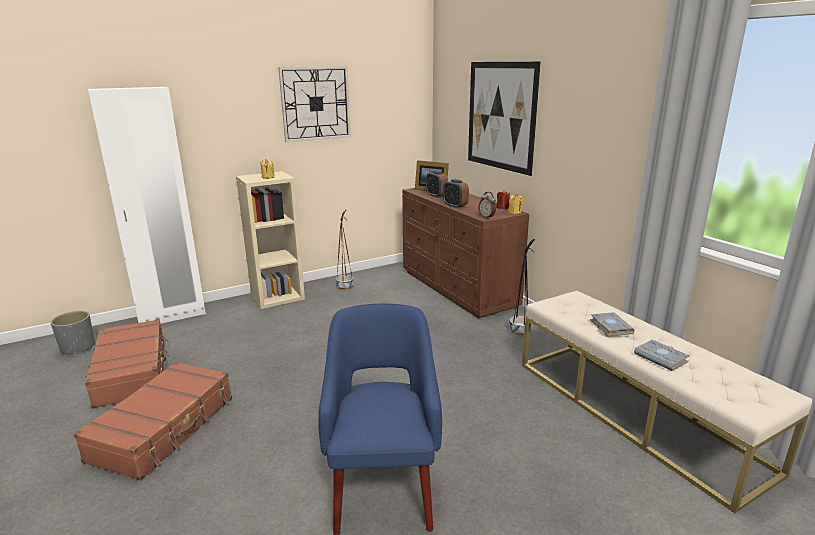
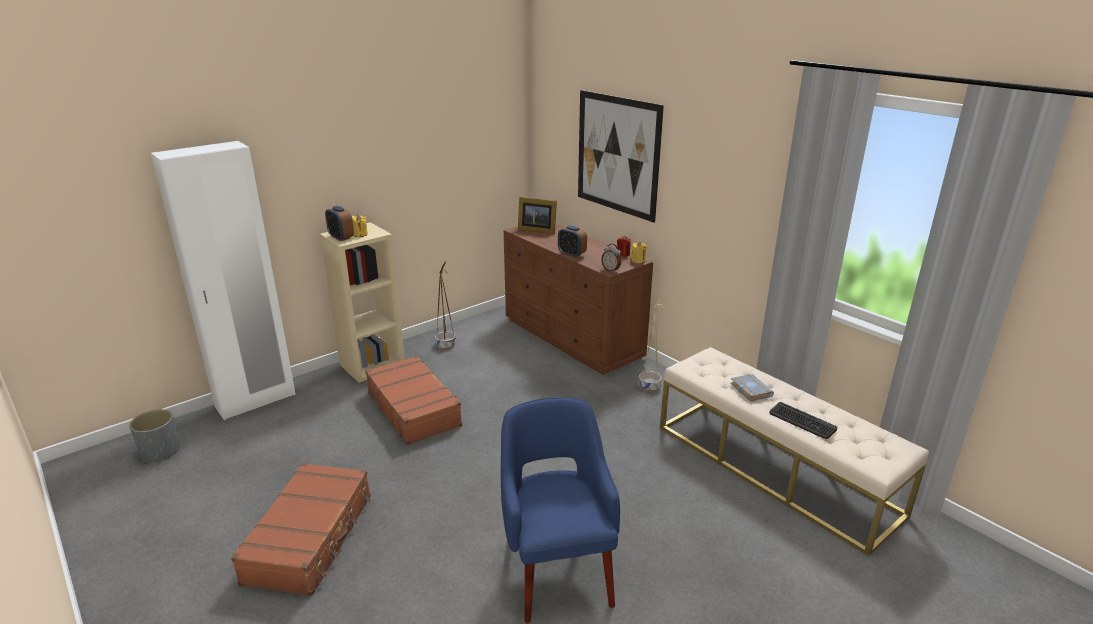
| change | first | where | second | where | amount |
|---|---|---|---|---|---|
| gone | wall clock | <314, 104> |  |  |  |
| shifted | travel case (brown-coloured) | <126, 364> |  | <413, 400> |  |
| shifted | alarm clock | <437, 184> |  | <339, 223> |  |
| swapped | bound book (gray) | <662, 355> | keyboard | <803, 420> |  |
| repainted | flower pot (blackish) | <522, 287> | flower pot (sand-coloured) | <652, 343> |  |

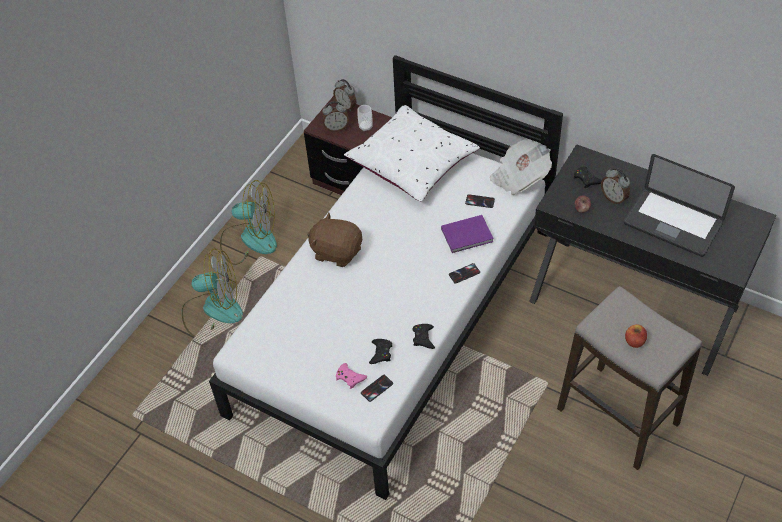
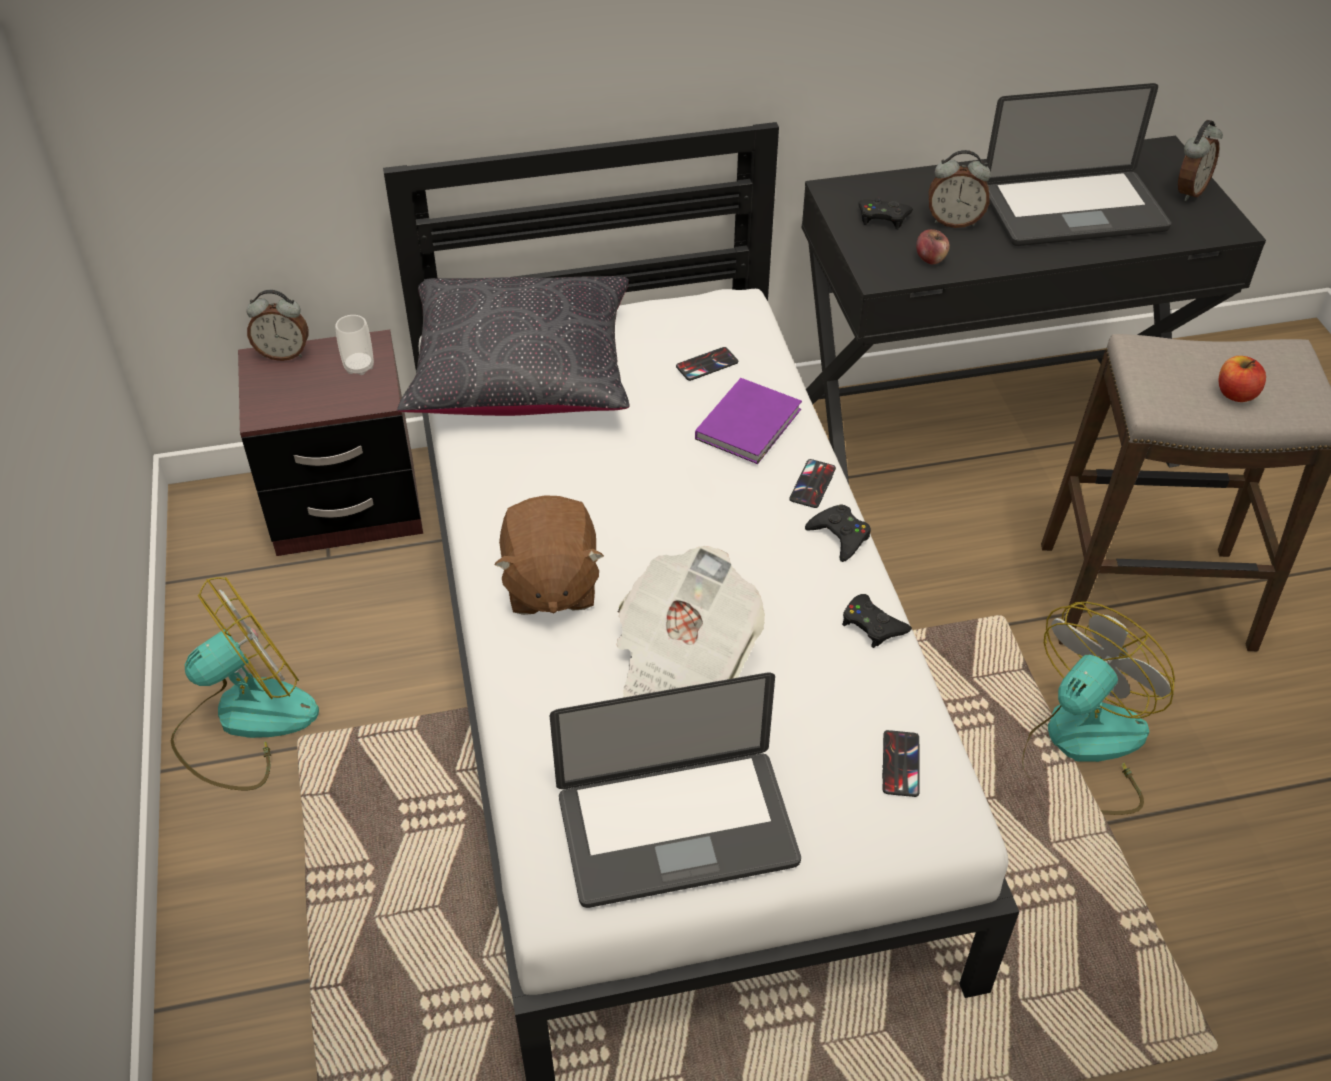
| change | first | where | second | where | amount |
|---|---|---|---|---|---|
| gone | game controller (pink) | <351, 376> |  |  |  |
| new |  |  | notebook computer | <675, 790> |  |
| shifted | cooling fan | <212, 292> |  | <1098, 708> |  |
| shifted | alarm clock | <335, 116> |  | <1200, 160> |  |
| shifted | game controller (blackish) | <380, 351> |  | <838, 533> |  |
| shifted | daily paper | <521, 166> |  | <690, 621> |  |
| repainted | pillow (white) | <412, 153> | pillow (blackish) | <513, 346> |  |
| rotated | plush toy (brown-coloured) | <334, 239> |  | <549, 555> | 75 degrees counterclockwise |

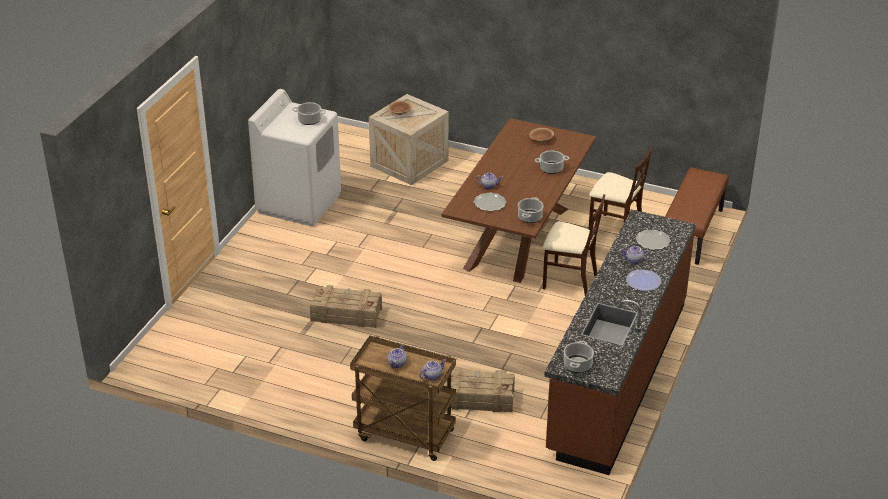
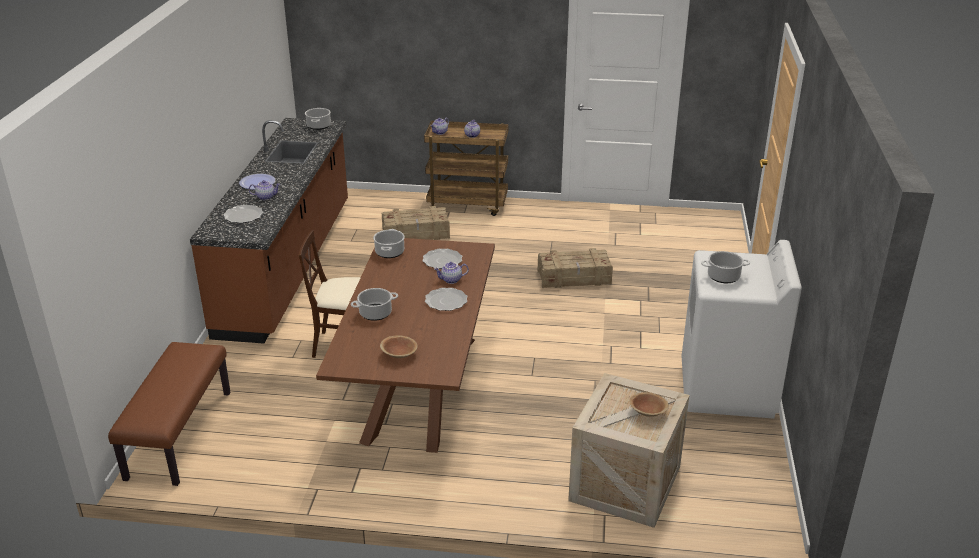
| change | first | where | second | where | amount |
|---|---|---|---|---|---|
| gone | chair (sand-coloured) | <620, 189> |  |  |  |
| new |  |  | dinner plate | <446, 299> |  |

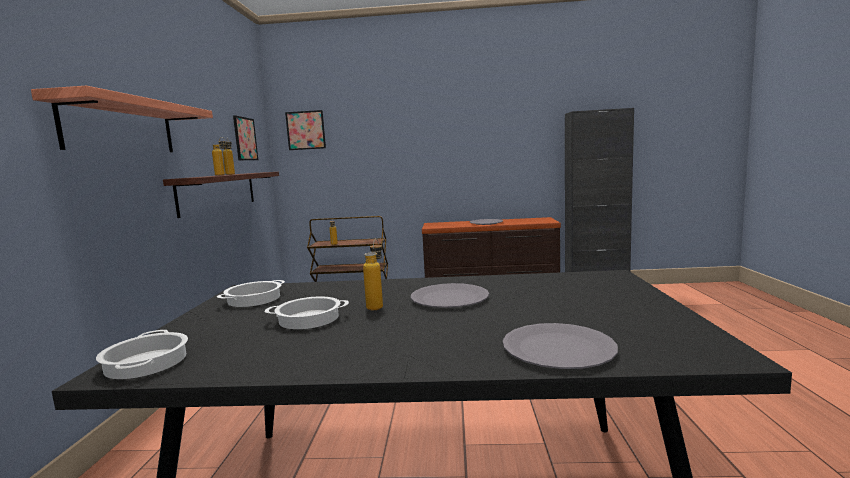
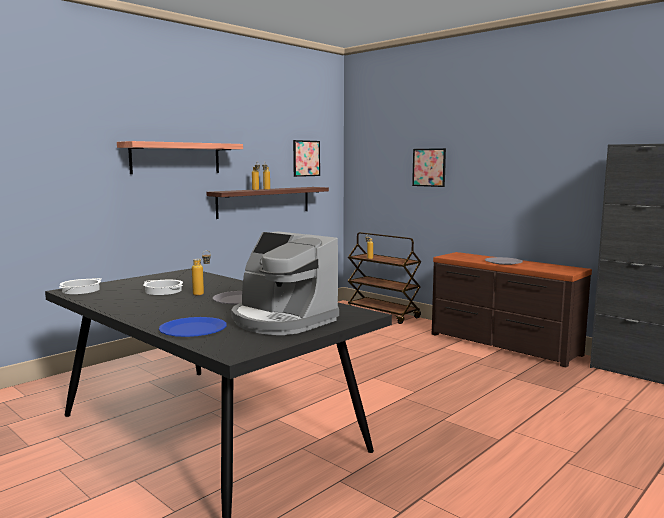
| change | first | where | second | where | amount |
|---|---|---|---|---|---|
| gone | stockpot | <251, 293> |  |  |  |
| new |  |  | coffee machine | <285, 283> |  |
| shifted | wall picture | <305, 130> |  | <429, 167> |  |
| repainted | dinner plate (gray) | <560, 346> | dinner plate (blue) | <193, 327> |  |

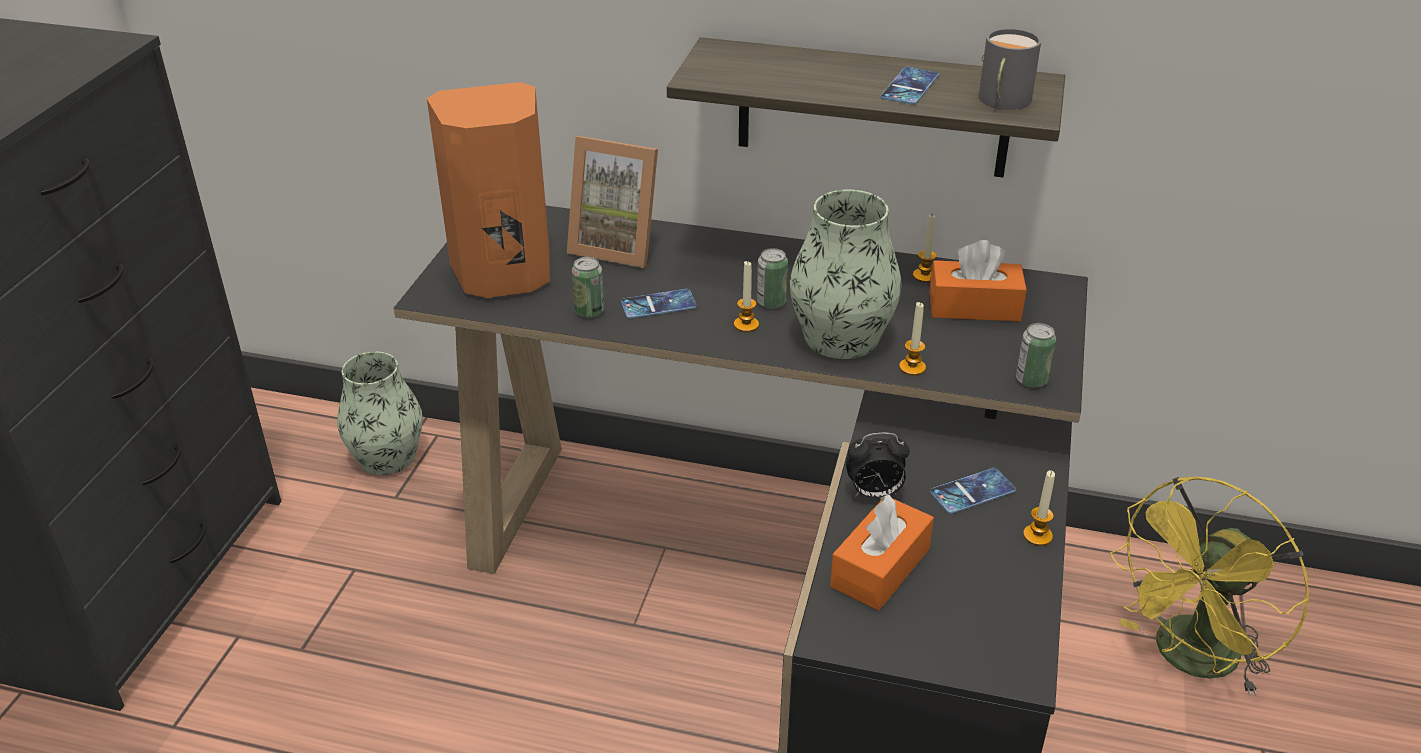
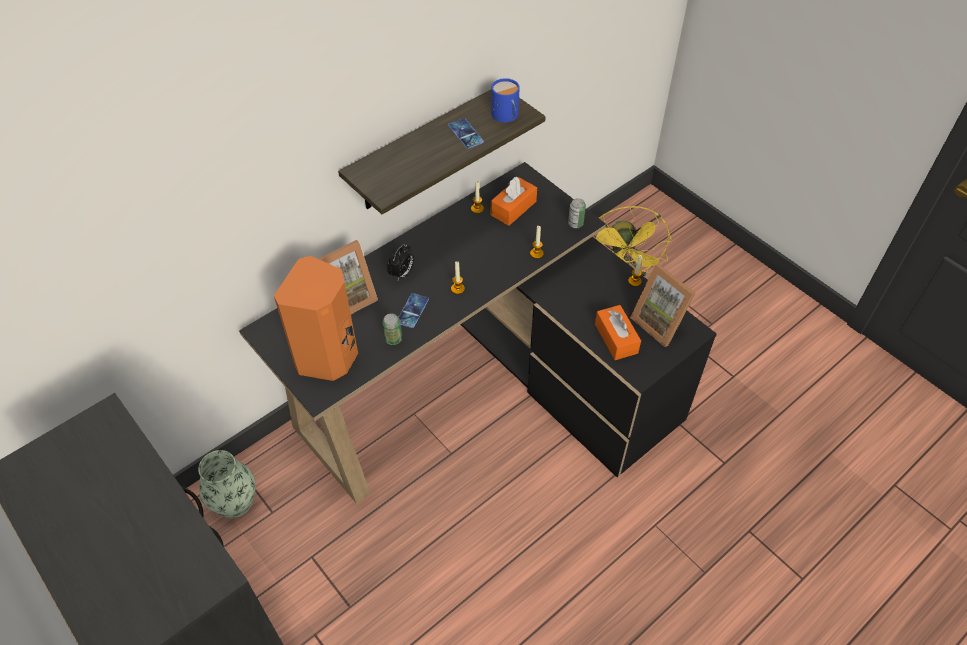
| change | first | where | second | where | amount |
|---|---|---|---|---|---|
| gone | can | <772, 278> |  |  |  |
| gone | decorative vase | <846, 274> |  |  |  |
| gone | telephone | <973, 491> |  |  |  |
| new |  |  | standing frame | <663, 305> |  |
| shifted | alarm clock | <878, 466> |  | <400, 262> |  |
| repainted | coffee mug (gray) | <1010, 69> | coffee mug (blue) | <505, 100> |  |

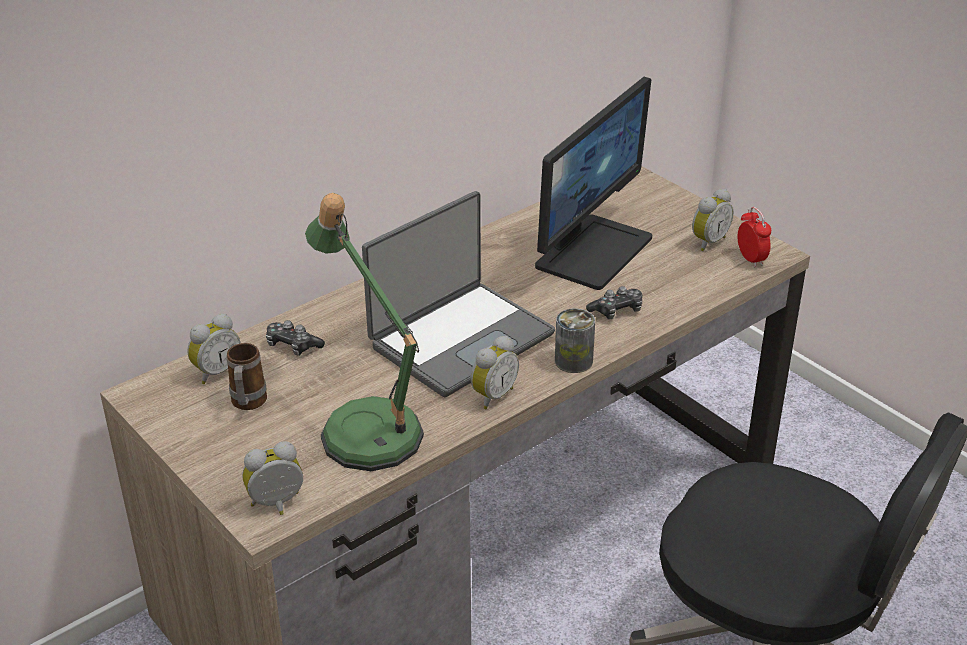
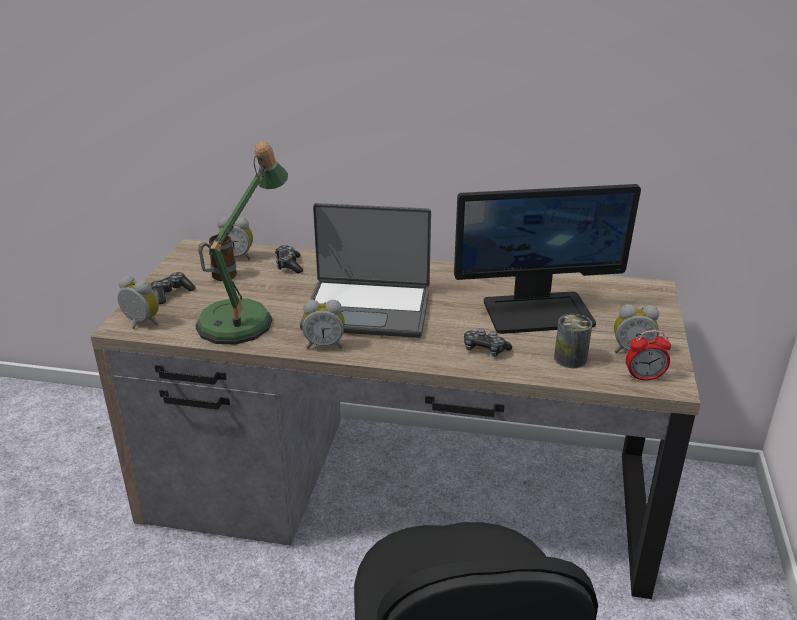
| change | first | where | second | where | amount |
|---|---|---|---|---|---|
| new |  |  | game controller | <173, 288> |  |
| shifted | can | <575, 341> |  | <573, 341> |  |
| rotated | alarm clock | <754, 237> |  | <648, 355> | 60 degrees clockwise |

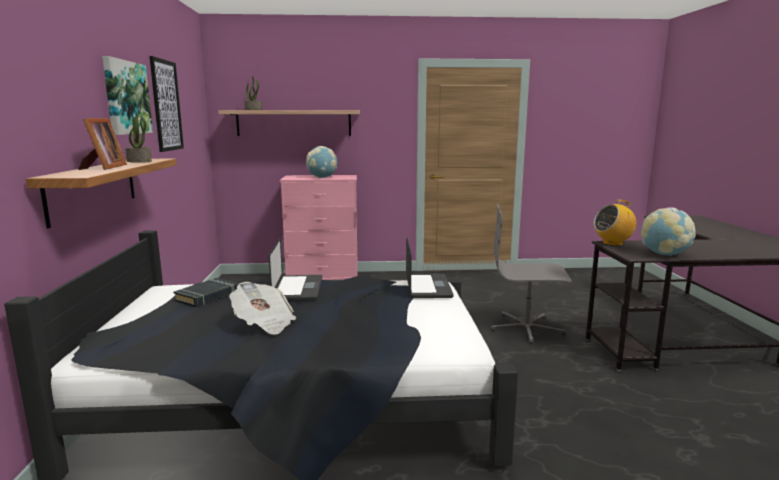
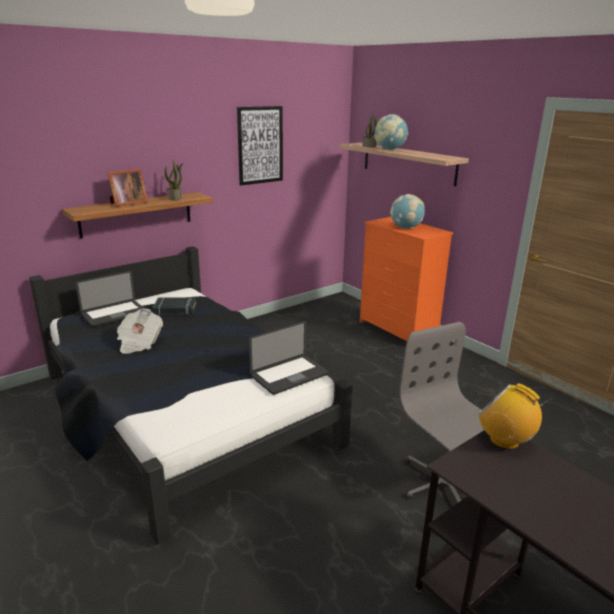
| change | first | where | second | where | amount |
|---|---|---|---|---|---|
| gone | wall picture | <127, 95> |  |  |  |
| shifted | notebook computer | <295, 269> |  | <110, 299> |  |
| shifted | world globe | <668, 231> |  | <391, 132> |  |
| repainted | dresser (pink) | <319, 227> | dresser (orange) | <406, 279> |  |

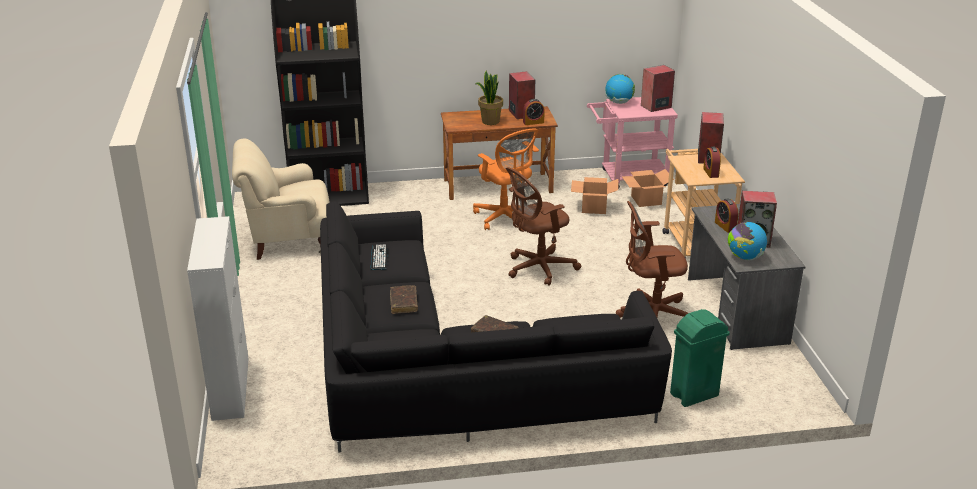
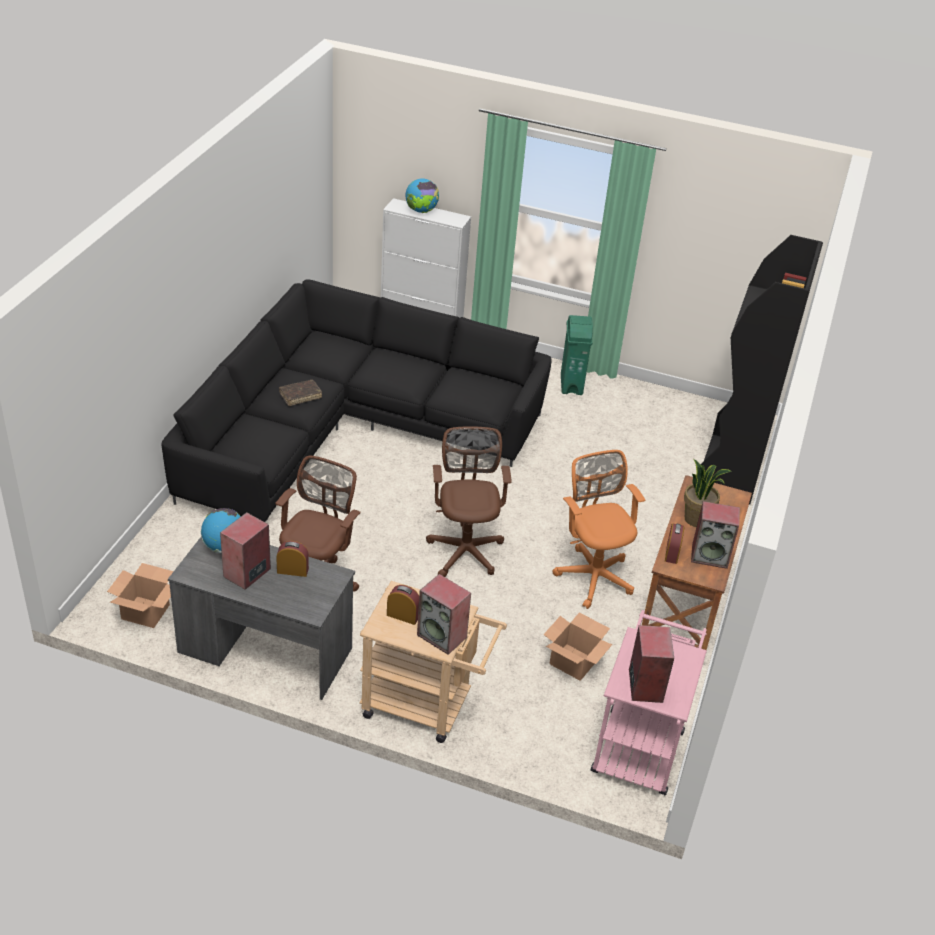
| change | first | where | second | where | amount |
|---|---|---|---|---|---|
| gone | lounge chair (sand-coloured) | <281, 199> |  |  |  |
| gone | keyboard | <379, 257> |  |  |  |
| gone | bound book (brown-coloured) | <404, 299> |  |  |  |
| shifted | world globe | <620, 89> |  | <422, 196> |  |
| shifted | packing box | <648, 188> |  | <140, 595> |  |
| shifted | rubbish bin (green-coloured) | <700, 358> |  | <577, 355> |  |
| rotated | desk chair (orange) | <506, 179> |  | <599, 529> | 75 degrees clockwise |

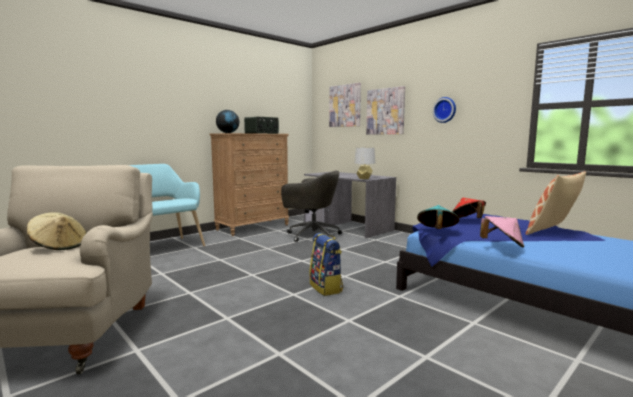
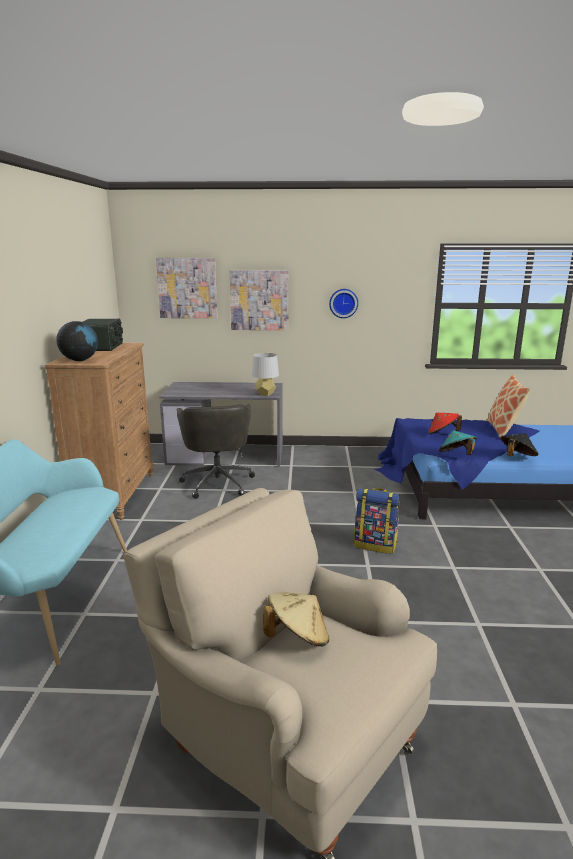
| change | first | where | second | where | amount |
|---|---|---|---|---|---|
| repainted | hat (pink) | <502, 232> | hat (blackish) | <519, 444> |  |
| rotated | desk chair (gray) | <311, 206> |  | <216, 452> | 105 degrees clockwise |

